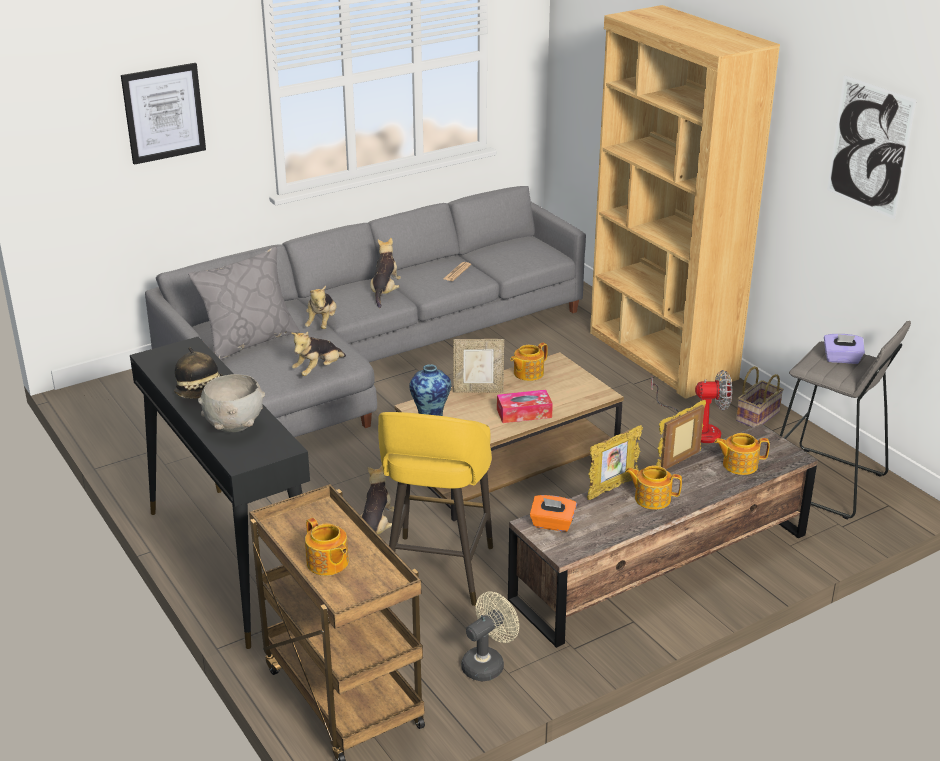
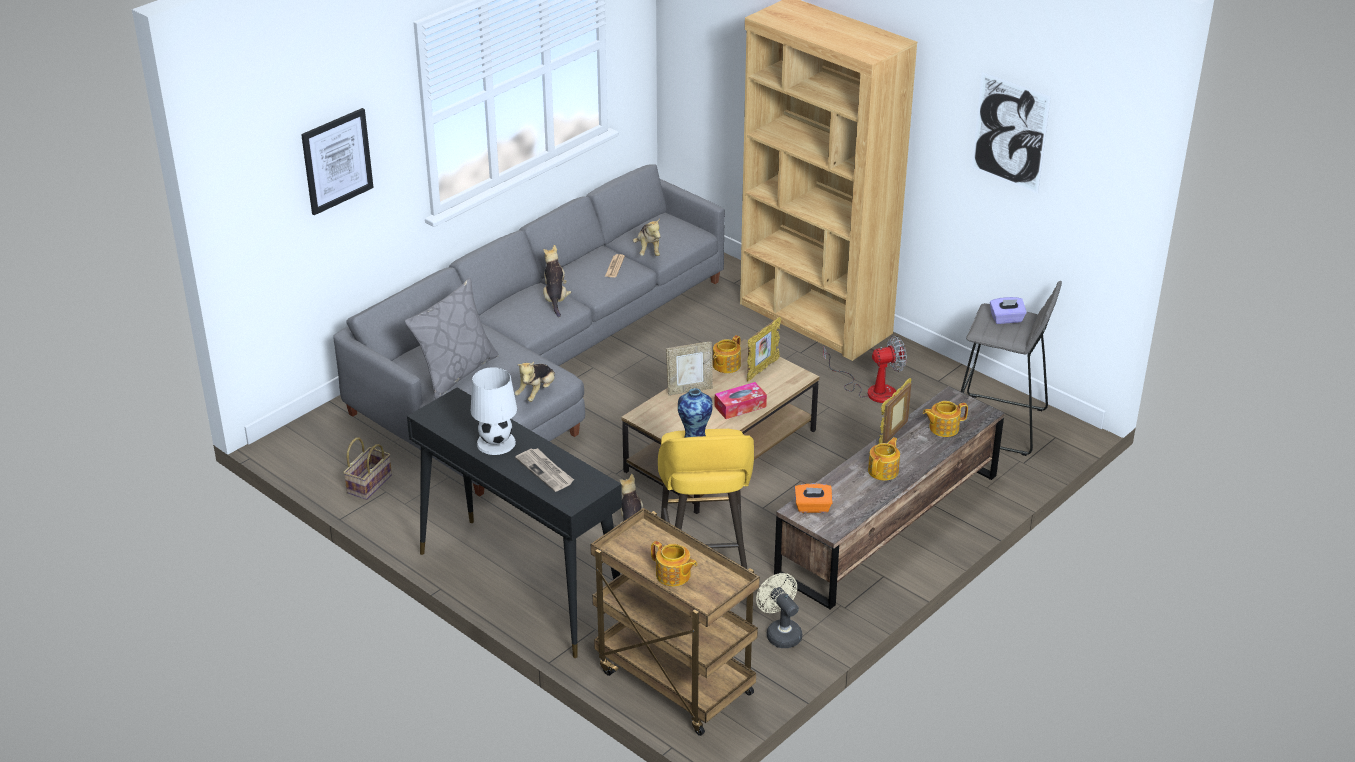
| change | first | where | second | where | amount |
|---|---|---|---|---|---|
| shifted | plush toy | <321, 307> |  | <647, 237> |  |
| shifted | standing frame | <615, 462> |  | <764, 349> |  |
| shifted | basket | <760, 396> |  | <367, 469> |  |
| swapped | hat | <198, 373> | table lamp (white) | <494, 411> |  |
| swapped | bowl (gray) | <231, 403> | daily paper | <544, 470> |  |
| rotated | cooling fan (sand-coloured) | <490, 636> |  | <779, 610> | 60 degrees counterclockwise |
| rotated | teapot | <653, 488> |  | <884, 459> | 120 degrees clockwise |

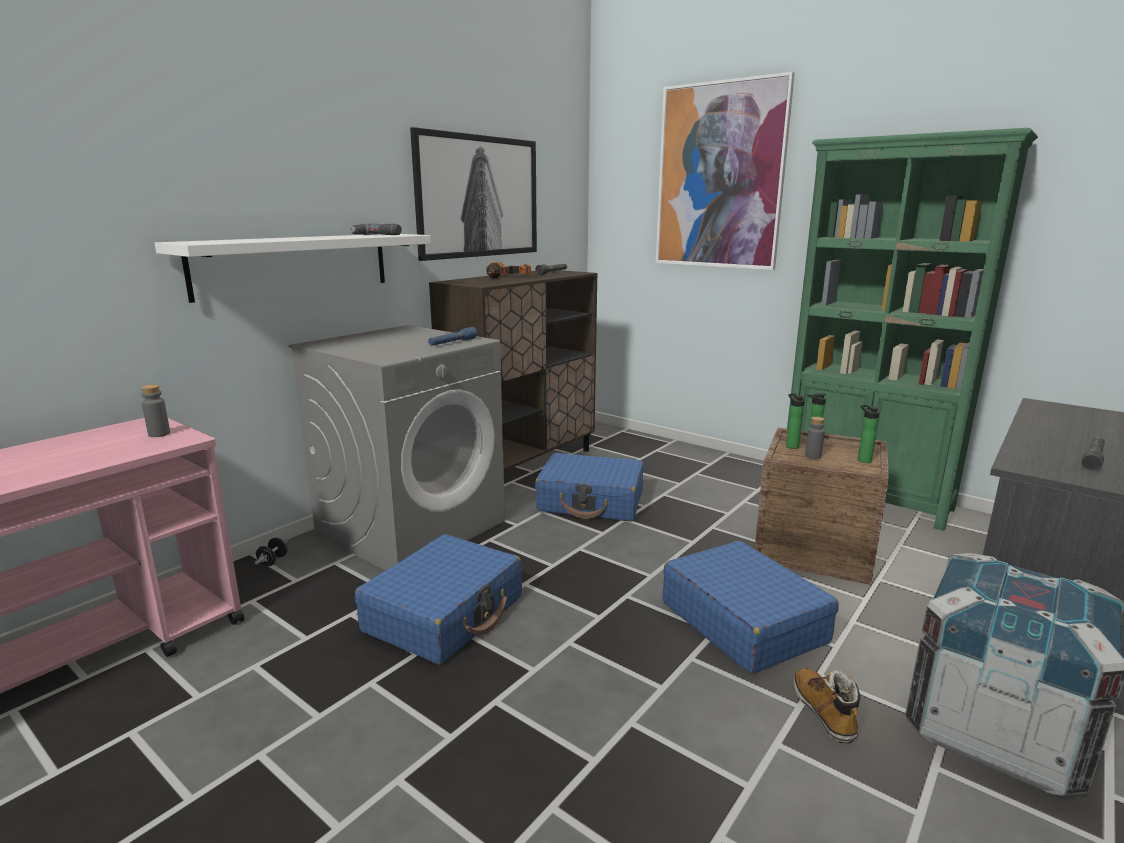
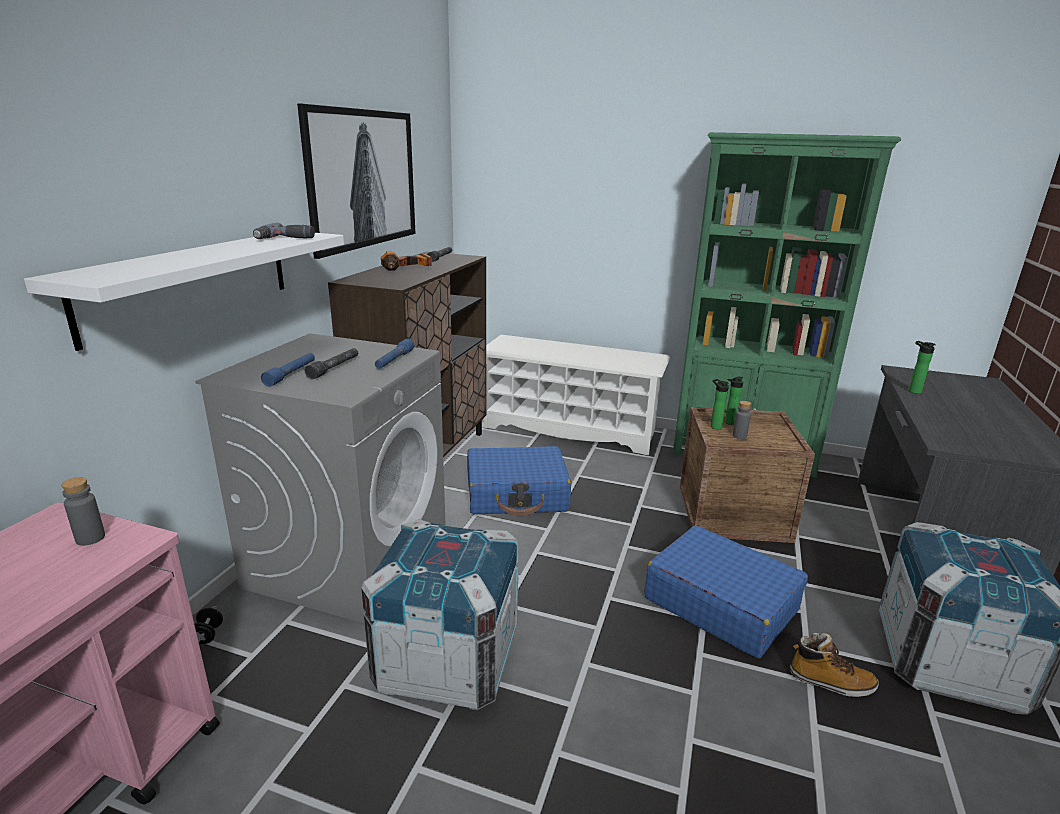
| change | first | where | second | where | amount |
|---|---|---|---|---|---|
| gone | wall picture | <725, 171> |  |  |  |
| new |  |  | torch (blue) | <288, 370> |  |
| new |  |  | shoe stand (white) | <576, 395> |  |
| shifted | drink bottle | <869, 434> |  | <922, 367> |  |
| shifted | torch (gray) | <1093, 454> |  | <331, 364> |  |
| swapped | travel case (blue) | <438, 599> | crate | <440, 614> |  |
| rotated | tall boot | <826, 706> |  | <834, 665> | 135 degrees clockwise |

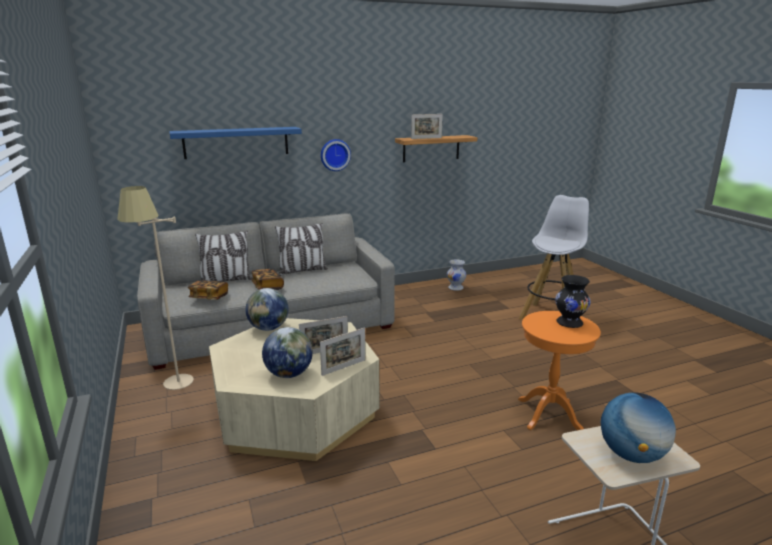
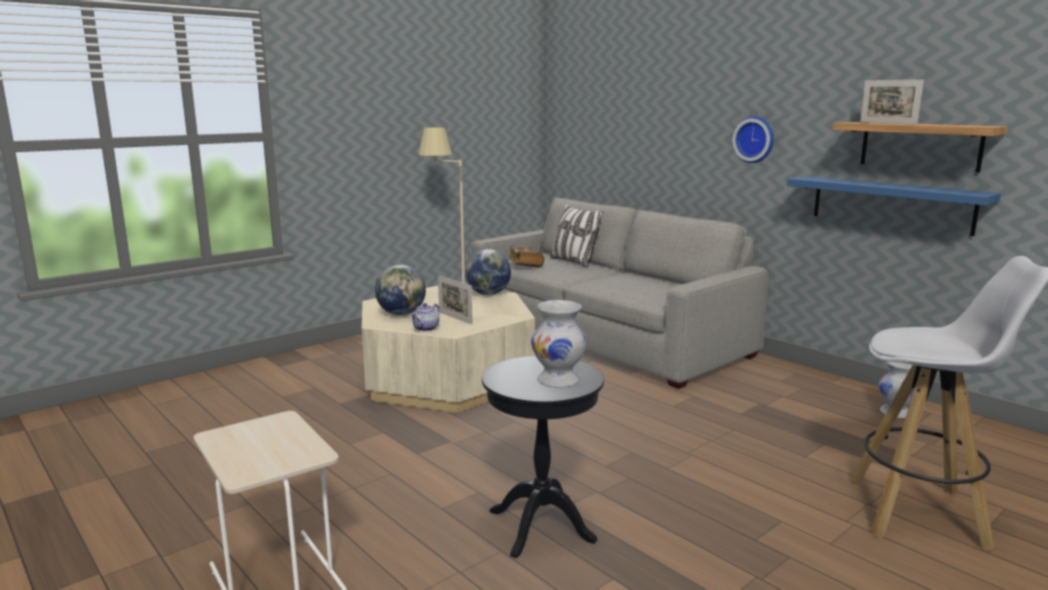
| change | first | where | second | where | amount |
|---|---|---|---|---|---|
| gone | bound book | <267, 279> |  |  |  |
| gone | pillow | <301, 249> |  |  |  |
| gone | world globe | <638, 427> |  |  |  |
| shifted | wall shelf (blue) | <235, 143> |  | <894, 206> |  |
| swapped | standing frame | <343, 351> | teapot | <425, 317> |  |
| repainted | end table (orange) | <559, 370> | end table (blackish) | <543, 457> |  |
| repainted | decorative vase (blackish) | <572, 301> | decorative vase (white) | <559, 344> |  |

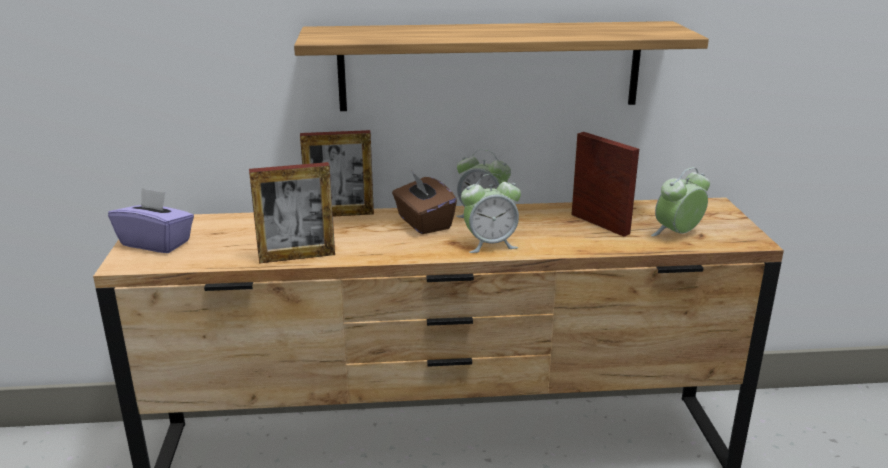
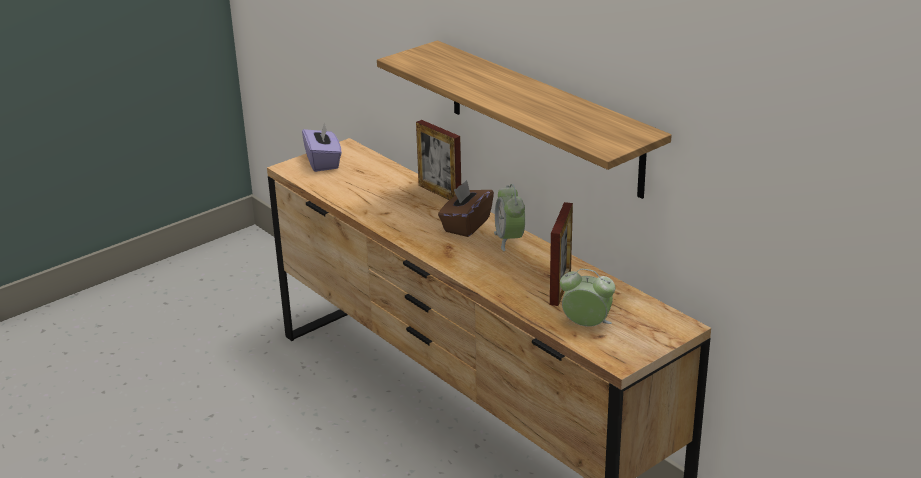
| change | first | where | second | where | amount |
|---|---|---|---|---|---|
| gone | standing frame | <292, 213> |  |  |  |
| gone | alarm clock | <491, 213> |  |  |  |

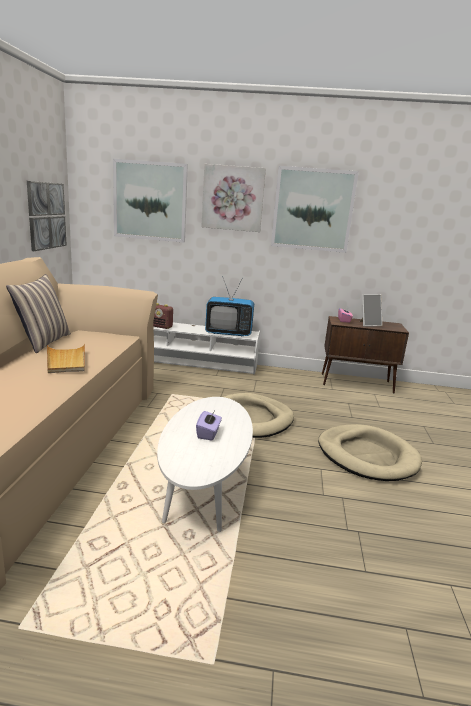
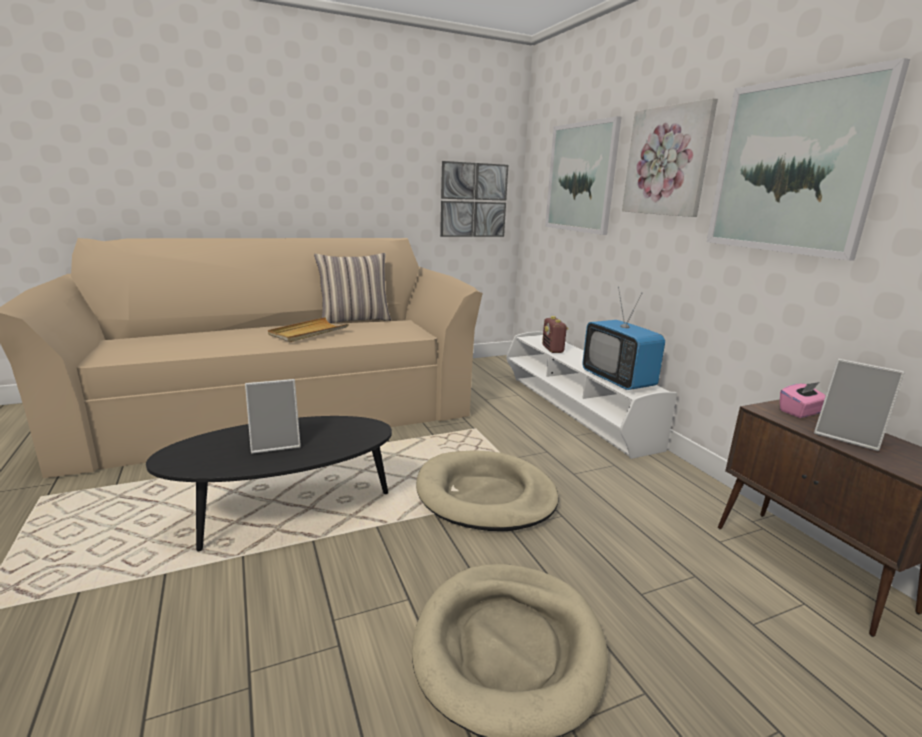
| change | first | where | second | where | amount |
|---|---|---|---|---|---|
| swapped | tissue box (purple-coloured) | <209, 425> | standing frame | <273, 416> |  |
| repainted | coffee table (white) | <205, 464> | coffee table (blackish) | <269, 483> |  |

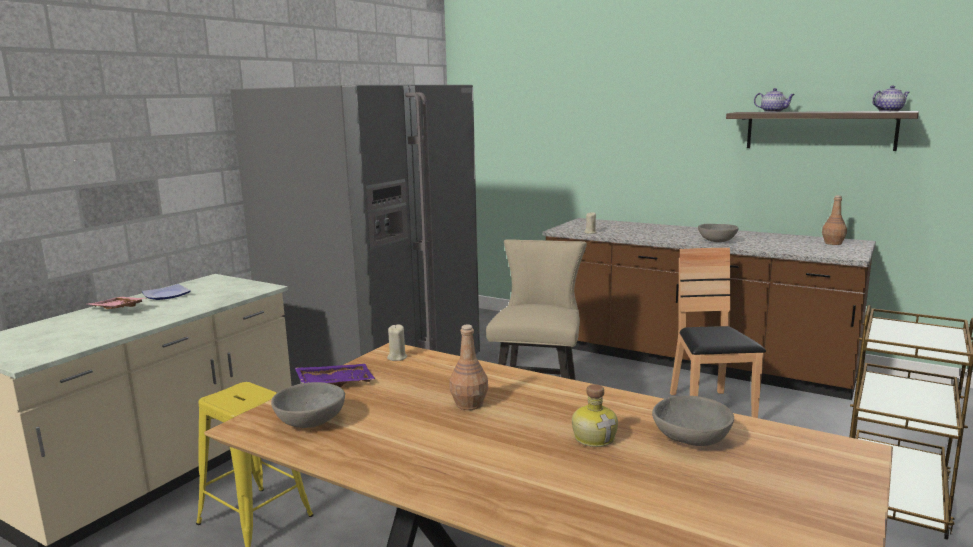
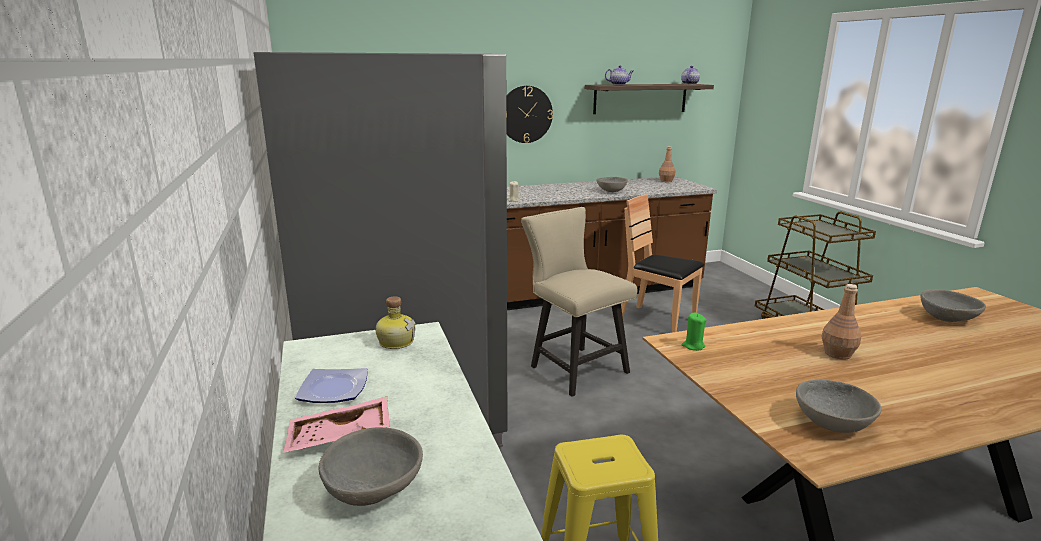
| change | first | where | second | where | amount |
|---|---|---|---|---|---|
| gone | tray (purple-coloured) | <335, 375> |  |  |  |
| new |  |  | bowl (gray) | <370, 466> |  |
| new |  |  | wall clock | <529, 114> |  |
| shifted | drink bottle | <595, 415> |  | <395, 322> |  |
| repainted | wax light (sand-coloured) | <397, 343> | wax light (green-coloured) | <693, 332> |  |

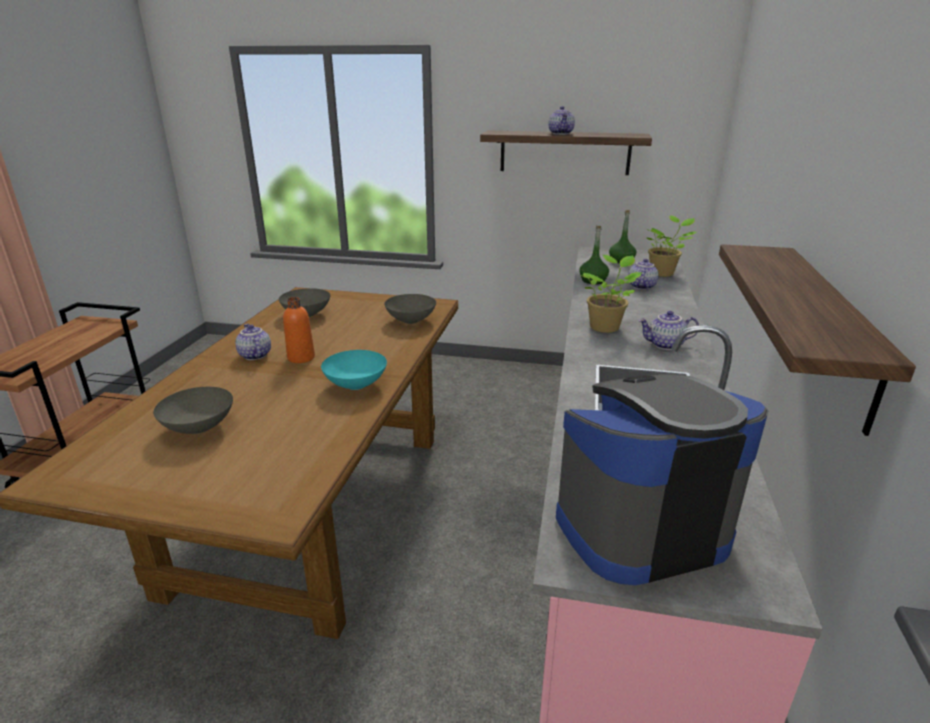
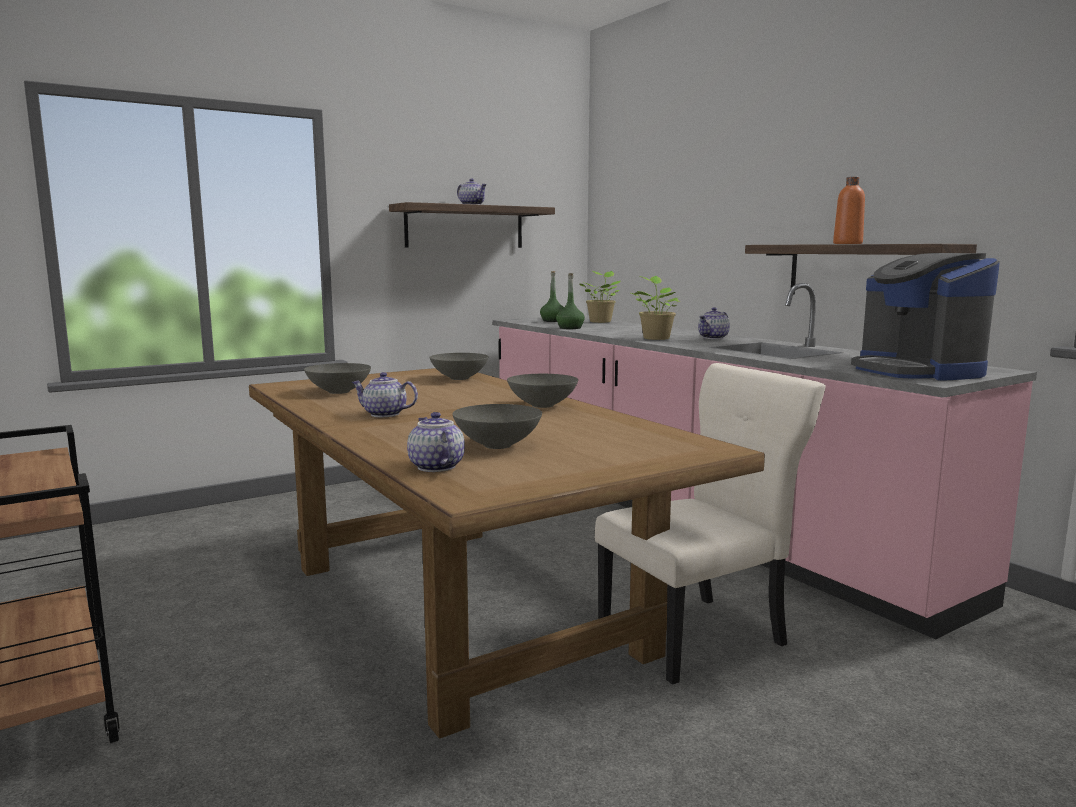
| change | first | where | second | where | amount |
|---|---|---|---|---|---|
| new |  |  | chair (sand-coloured) | <710, 524> |  |
| shifted | drink bottle (orange) | <299, 330> |  | <849, 210> |  |
| shifted | teapot | <643, 274> |  | <436, 442> |  |
| repainted | bowl (turquoise-coloured) | <354, 370> | bowl (gray) | <542, 391> |  |
| rotated | coffee machine | <662, 479> |  | <925, 317> | 45 degrees counterclockwise |

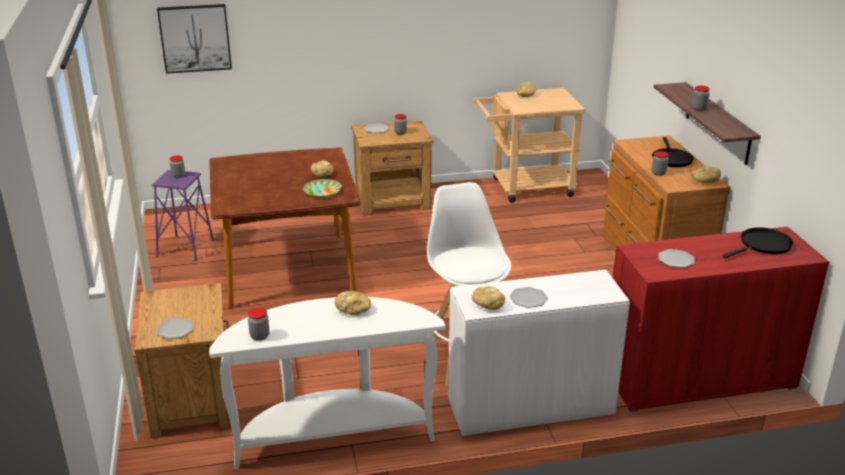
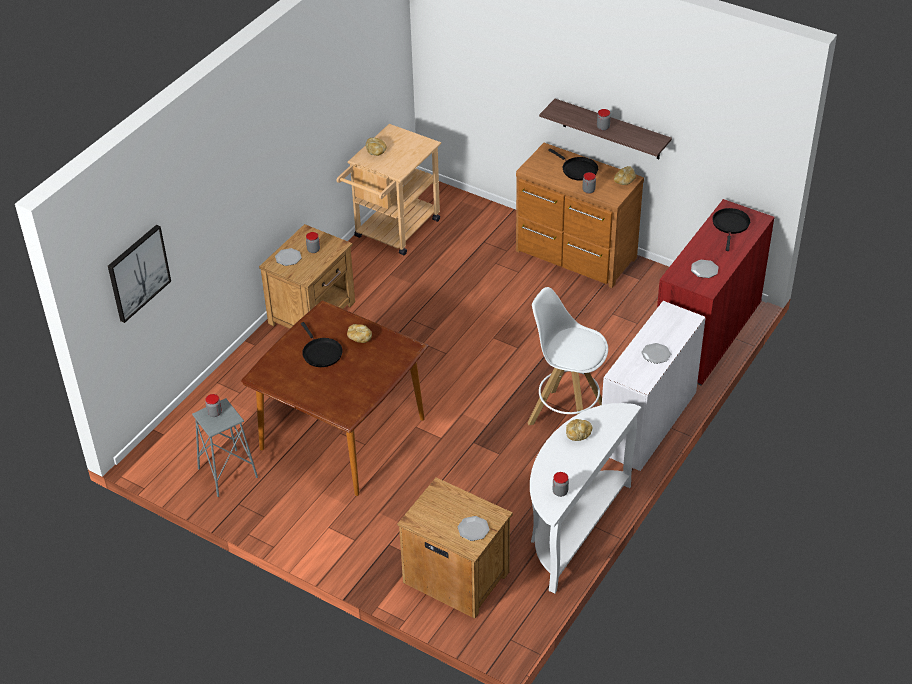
| change | first | where | second | where | amount |
|---|---|---|---|---|---|
| gone | dinner plate | <322, 188> |  |  |  |
| gone | bread | <488, 298> |  |  |  |
| new |  |  | frying pan (blackish) | <322, 344> |  |
| repainted | stool (purple-coloured) | <183, 215> | stool (gray) | <225, 447> |  |

